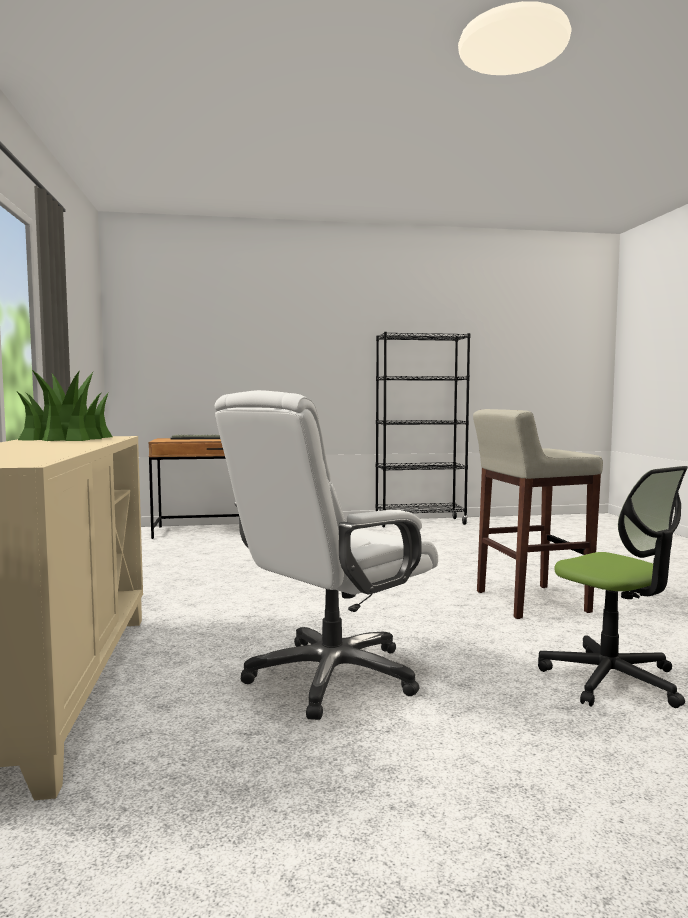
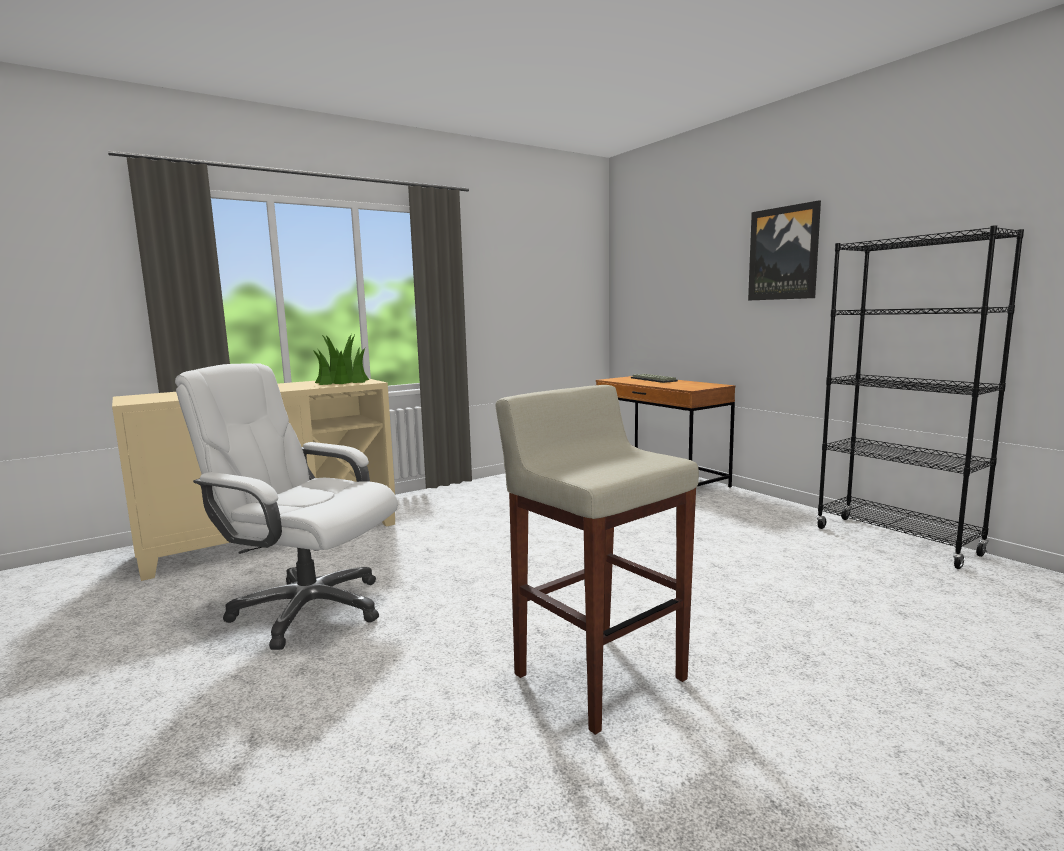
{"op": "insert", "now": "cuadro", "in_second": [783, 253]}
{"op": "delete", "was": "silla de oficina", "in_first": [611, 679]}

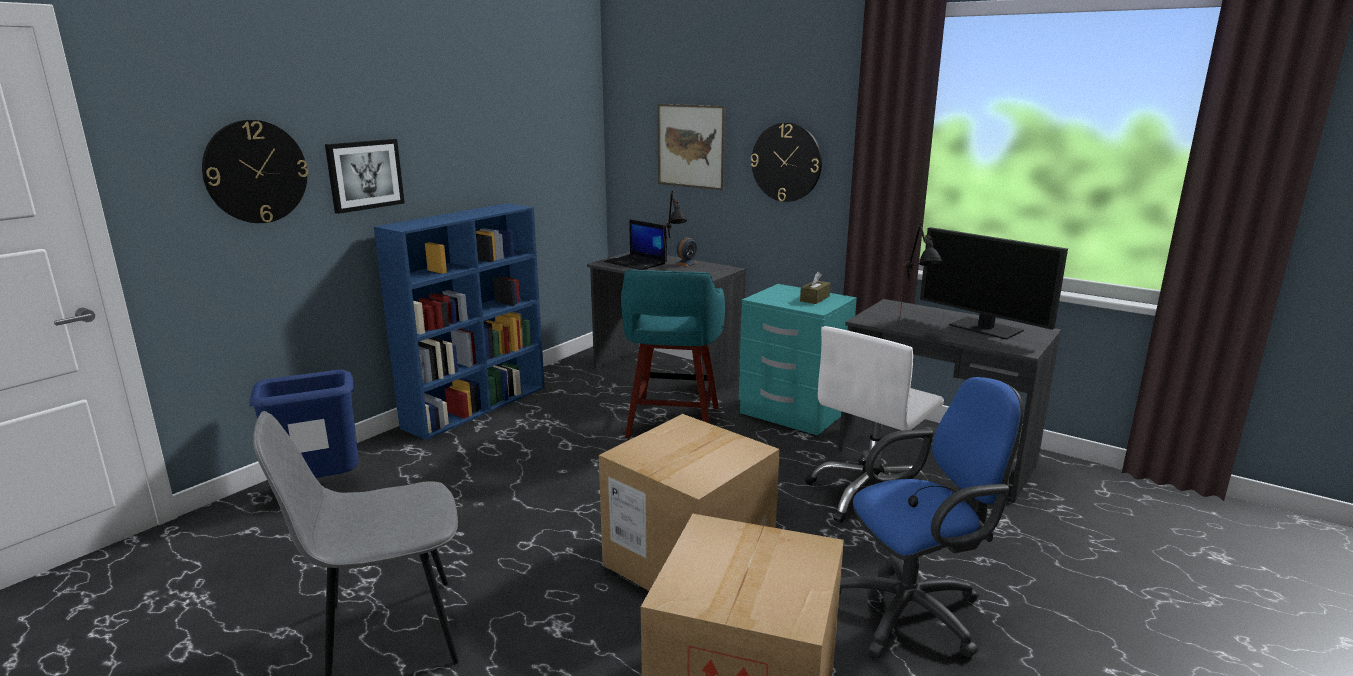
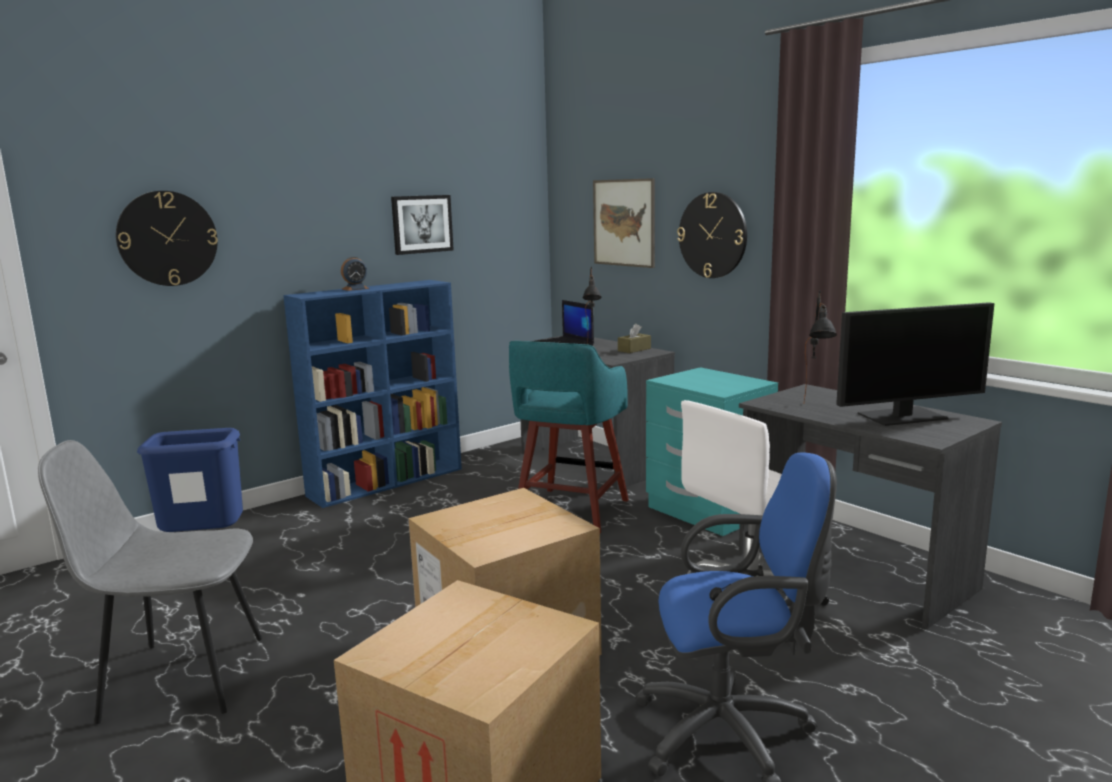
{"op": "move", "was": "despertador", "in_first": [686, 264], "in_second": [355, 289]}
{"op": "move", "was": "cuadro", "in_first": [364, 175], "in_second": [421, 224]}
{"op": "move", "was": "caja de pañuelos [marrón]", "in_first": [814, 298], "in_second": [634, 349]}
{"op": "rotate", "was": "monitor", "in_first": [986, 328], "in_second": [903, 416], "clockwise": -75}

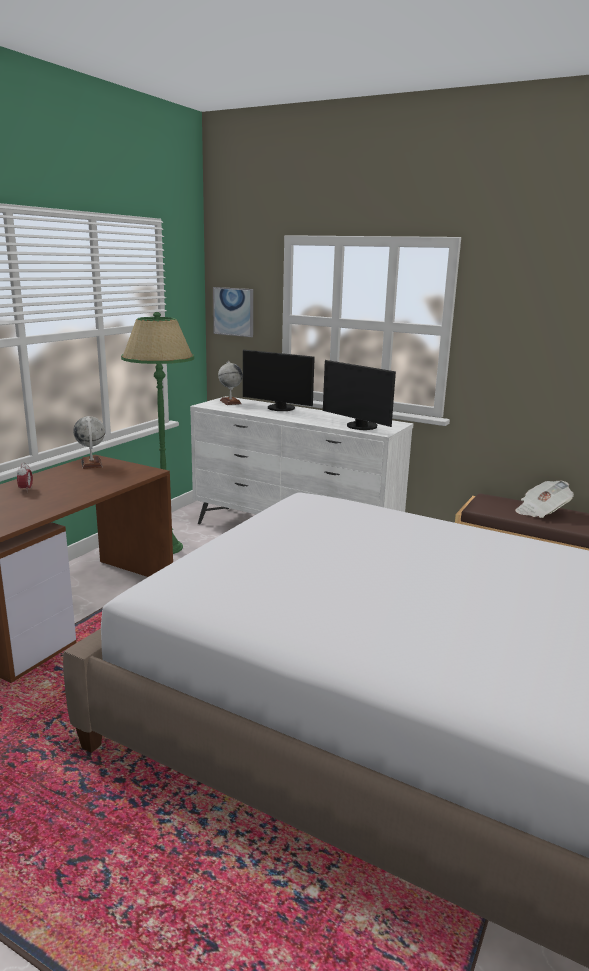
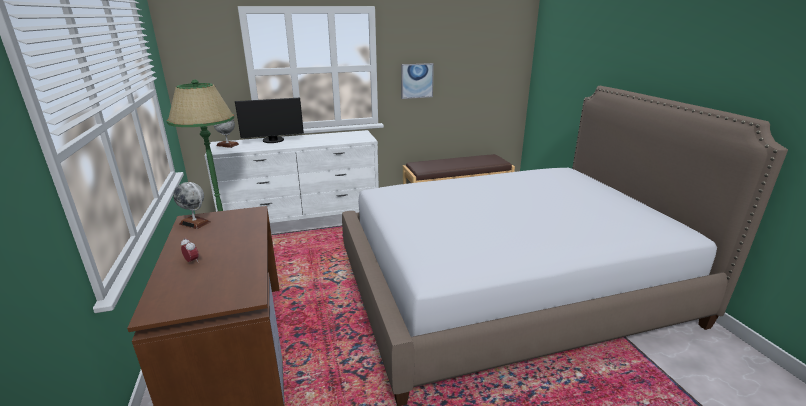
{"op": "move", "was": "cuadro", "in_first": [233, 311], "in_second": [416, 81]}
{"op": "delete", "was": "monitor", "in_first": [359, 427]}
{"op": "delete", "was": "periódico", "in_first": [541, 512]}

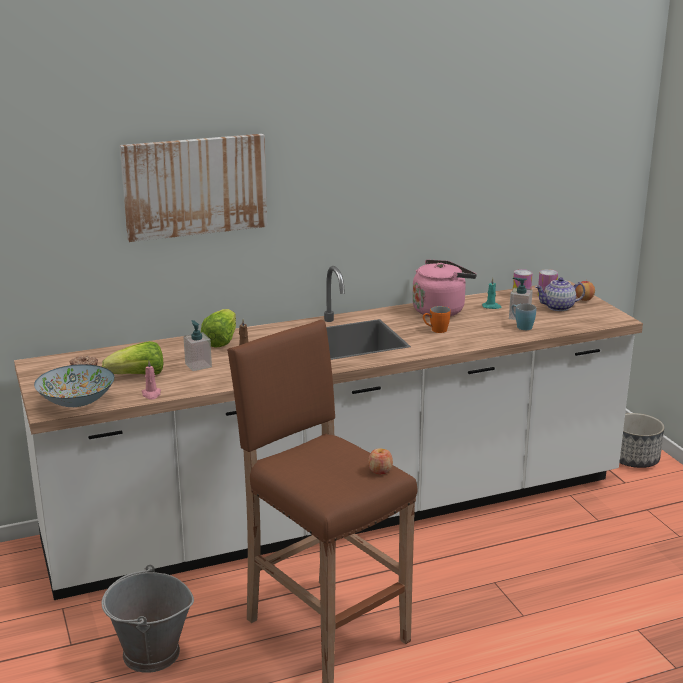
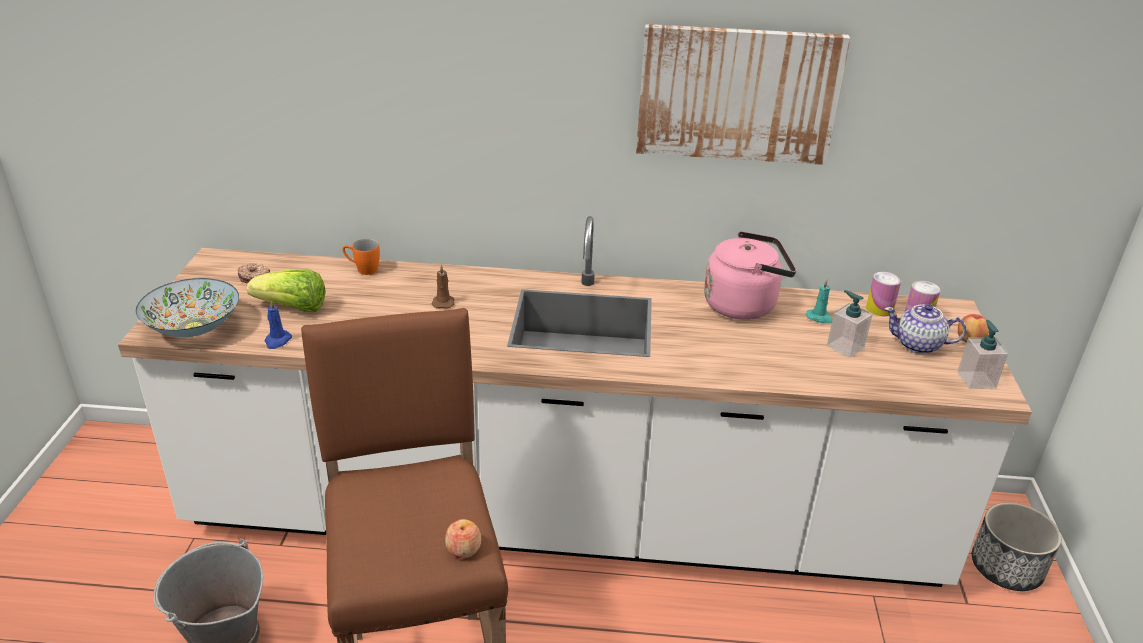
{"op": "recolor", "was": "vela [rosa]", "now": "vela [azul]", "in_first": [151, 394], "in_second": [277, 341]}
{"op": "move", "was": "taza grande [naranja]", "in_first": [435, 330], "in_second": [362, 269]}
{"op": "move", "was": "cuadro", "in_first": [195, 186], "in_second": [737, 94]}
{"op": "move", "was": "dispensador de jabón", "in_first": [198, 365], "in_second": [976, 379]}
{"op": "delete", "was": "lechuga", "in_first": [221, 340]}
{"op": "delete", "was": "taza grande [azul]", "in_first": [521, 326]}

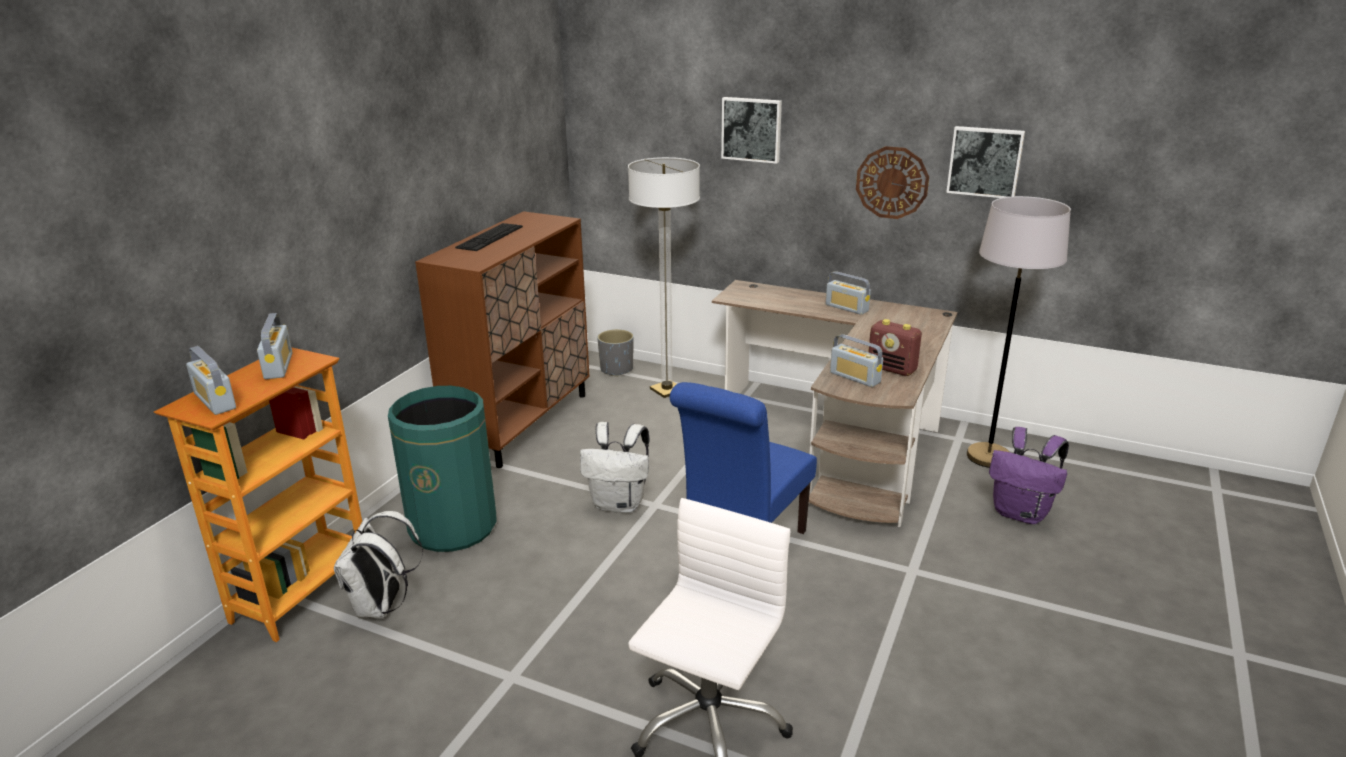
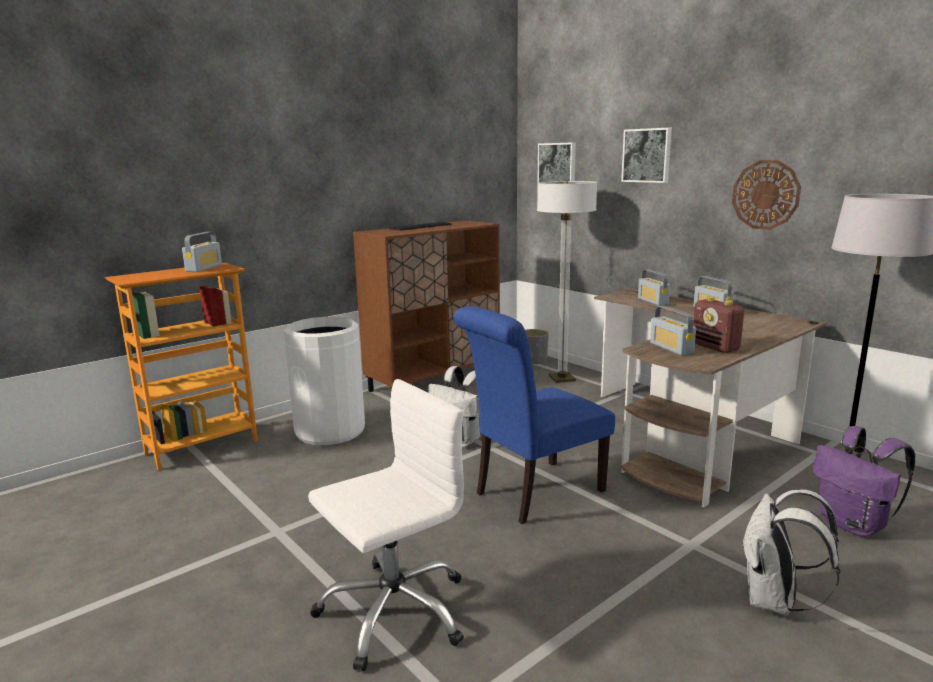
{"op": "recolor", "was": "papelera [verde]", "now": "papelera [blanco]", "in_first": [453, 526], "in_second": [330, 431]}
{"op": "move", "was": "cuadro", "in_first": [985, 161], "in_second": [557, 166]}
{"op": "move", "was": "radio", "in_first": [215, 401], "in_second": [653, 301]}
{"op": "move", "was": "mochila [blanco]", "in_first": [382, 607], "in_second": [775, 601]}

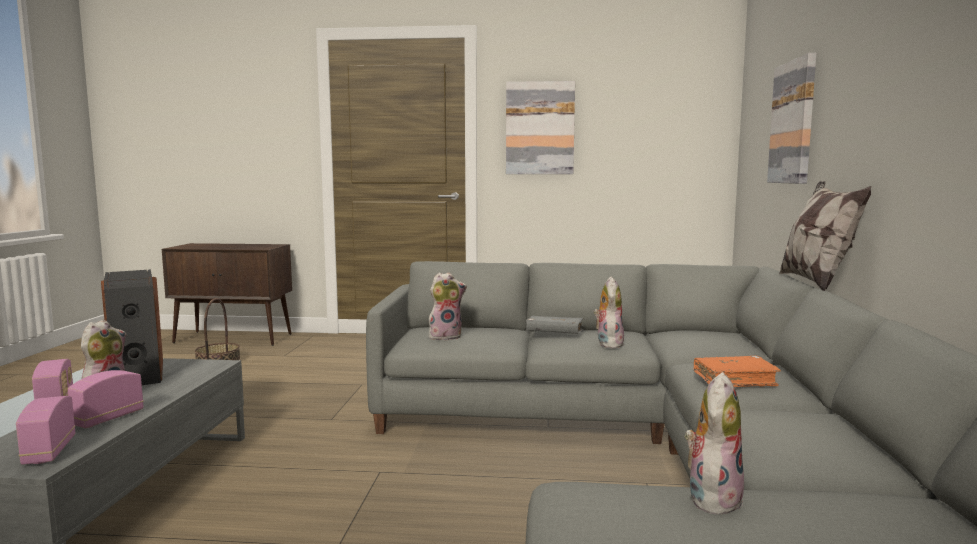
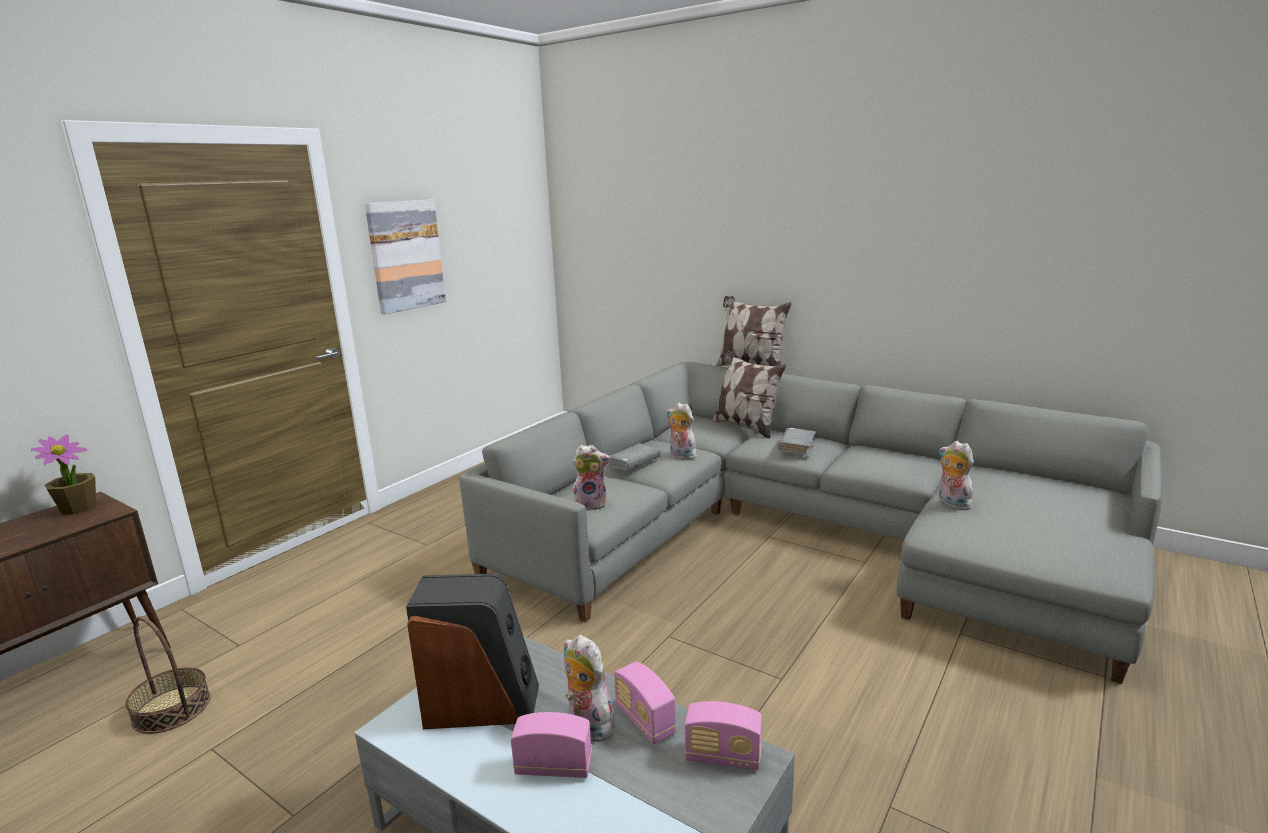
{"op": "insert", "now": "planta en maceta", "in_second": [78, 508]}
{"op": "rotate", "was": "peluche", "in_first": [446, 336], "in_second": [591, 504], "clockwise": 75}
{"op": "insert", "now": "cojín", "in_second": [745, 427]}
{"op": "recolor", "was": "libro [naranja]", "now": "libro [gris]", "in_first": [734, 380], "in_second": [796, 447]}
{"op": "delete", "was": "cuadro", "in_first": [793, 122]}

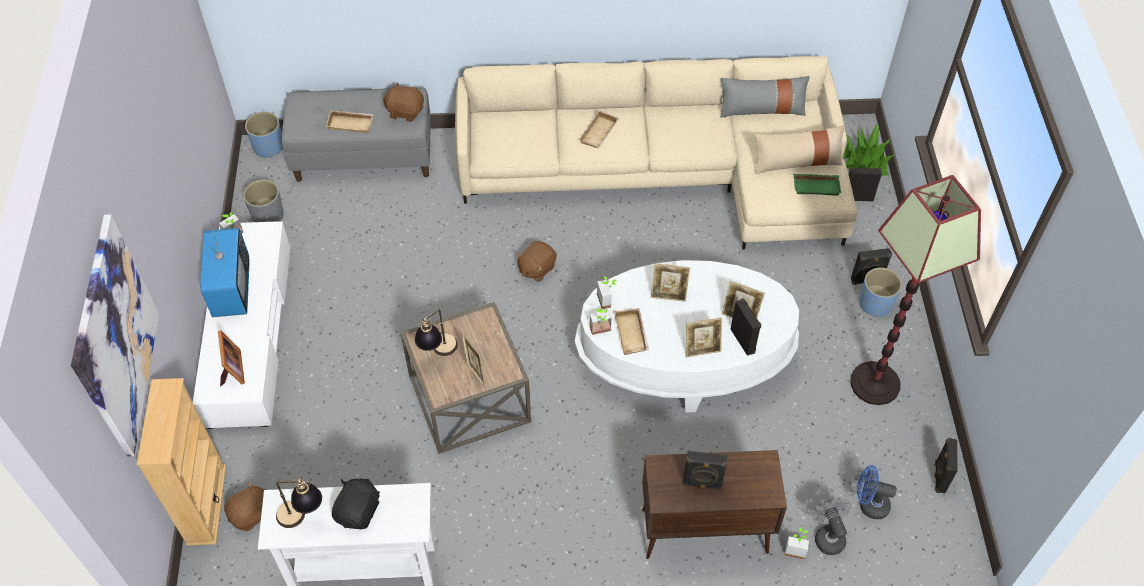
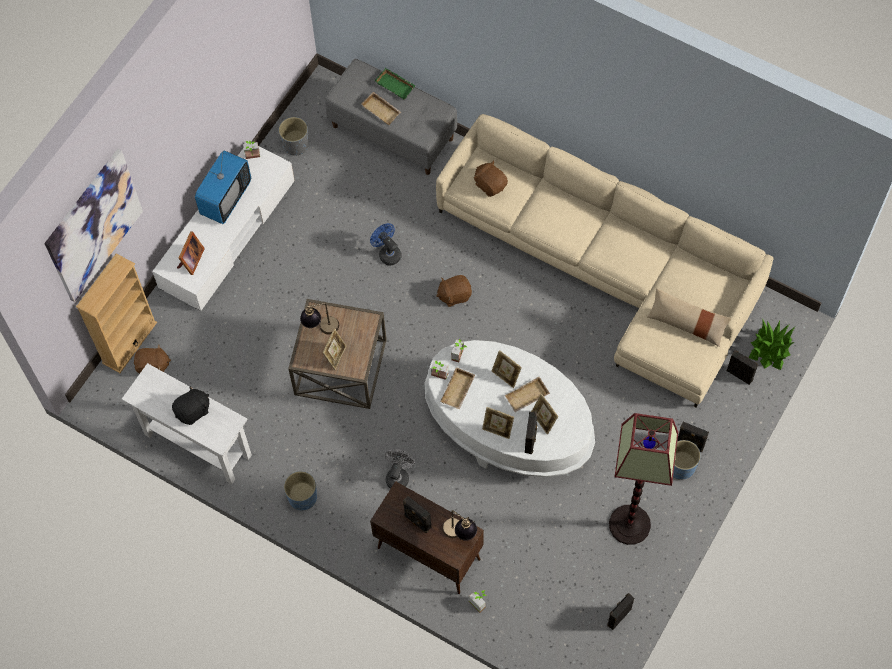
{"op": "move", "was": "maceta [azul]", "in_first": [268, 147], "in_second": [303, 497]}
{"op": "move", "was": "ventilador [azul]", "in_first": [869, 504], "in_second": [387, 253]}
{"op": "move", "was": "bandeja [verde]", "in_first": [816, 186], "in_second": [396, 85]}
{"op": "move", "was": "ventilador [gris]", "in_first": [827, 536], "in_second": [398, 476]}
{"op": "move", "was": "lámpara de mesa", "in_first": [302, 517], "in_second": [459, 534]}
{"op": "move", "was": "peluche [marrón]", "in_first": [405, 111], "in_second": [490, 184]}
{"op": "move", "was": "bandeja [beis]", "in_first": [599, 133], "in_second": [527, 397]}
{"op": "delete", "was": "cojín [gris]", "in_first": [762, 109]}

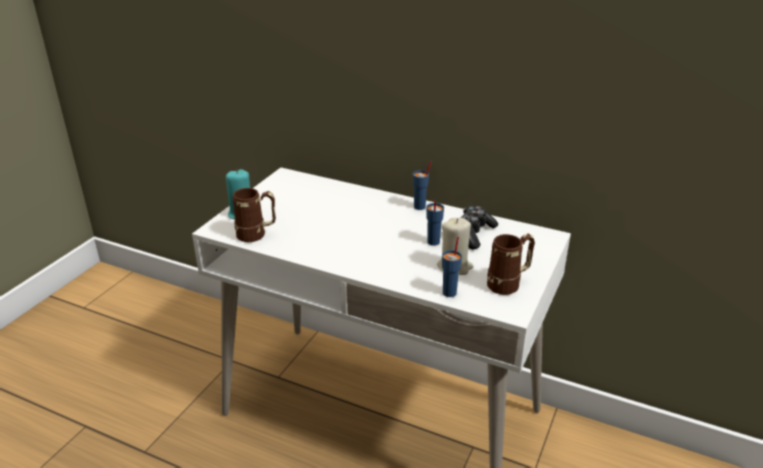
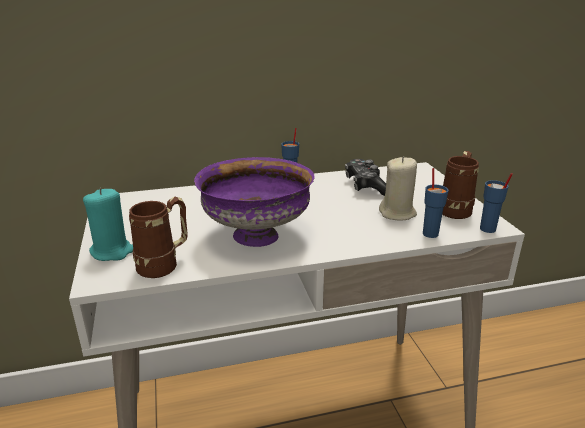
{"op": "insert", "now": "cuenco [morado]", "in_second": [255, 235]}
{"op": "move", "was": "taza [azul]", "in_first": [433, 242], "in_second": [488, 229]}

